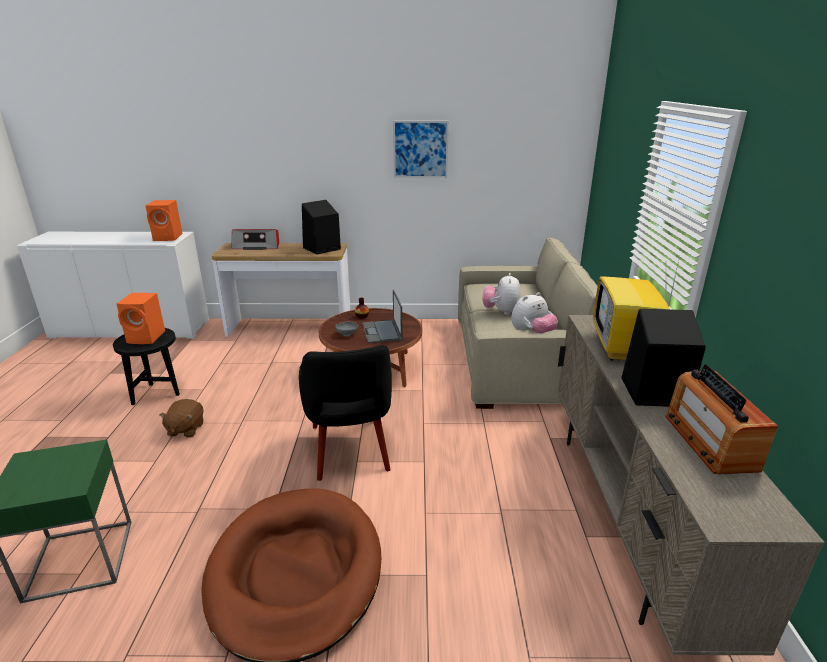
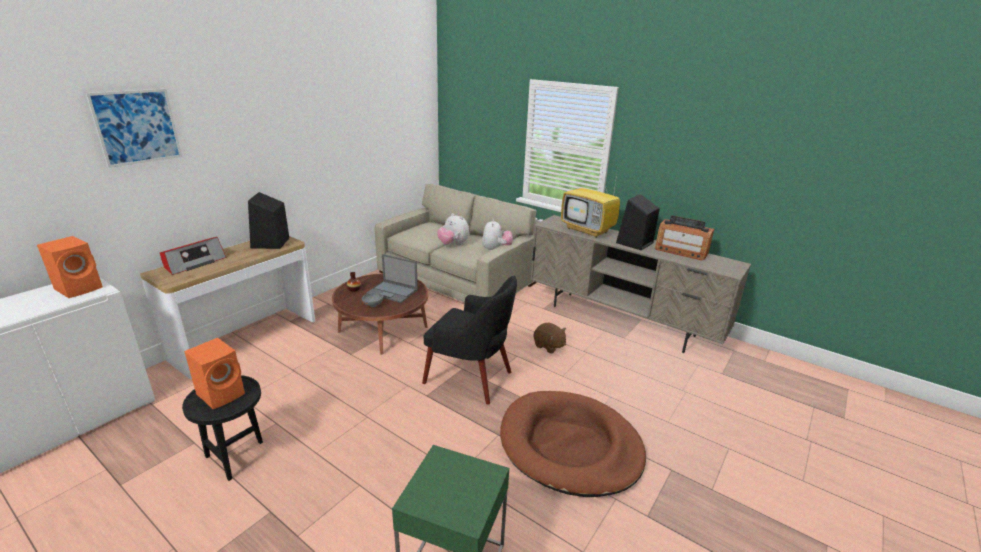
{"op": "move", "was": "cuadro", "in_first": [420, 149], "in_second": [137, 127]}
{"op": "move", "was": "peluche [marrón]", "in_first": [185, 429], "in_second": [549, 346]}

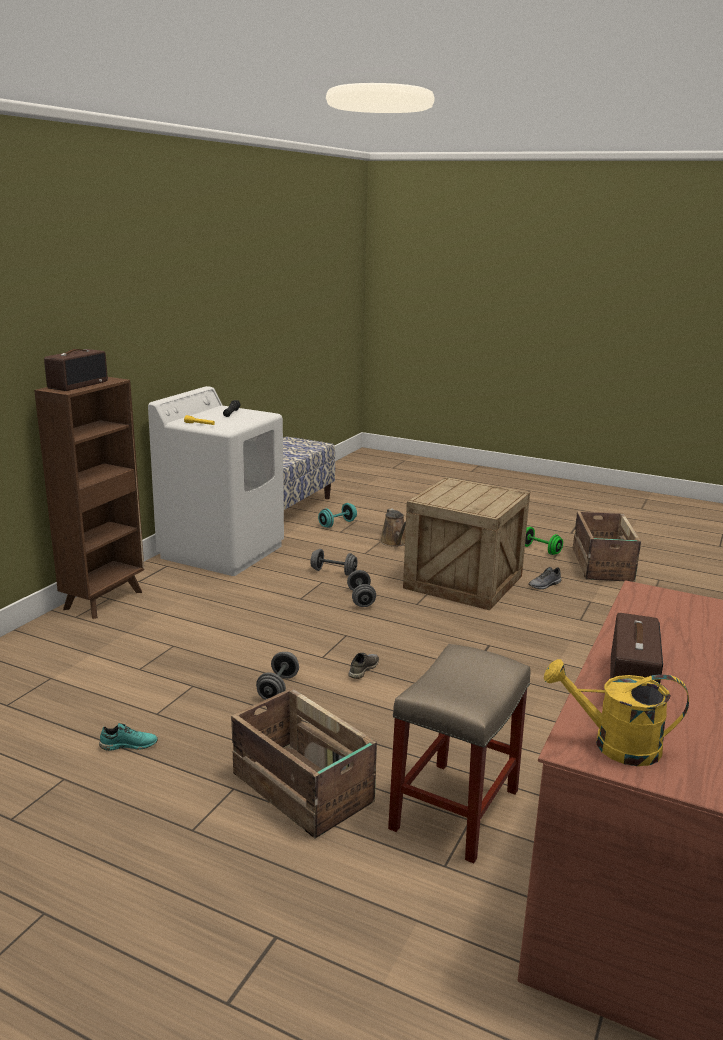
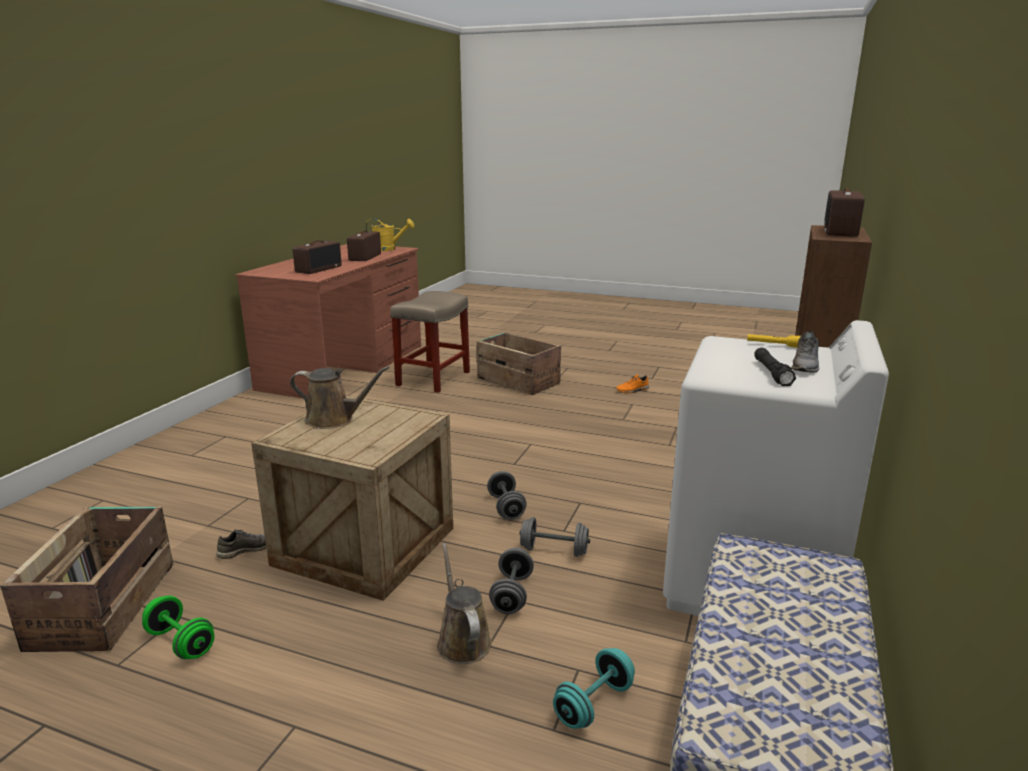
{"op": "insert", "now": "regadera [marrón]", "in_second": [334, 419]}
{"op": "insert", "now": "radio", "in_second": [318, 269]}
{"op": "move", "was": "mancuerna [gris]", "in_first": [278, 688], "in_second": [512, 594]}
{"op": "recolor", "was": "zapato [turquesa]", "now": "zapato [naranja]", "in_first": [129, 745], "in_second": [632, 391]}
{"op": "move", "was": "zapato [gris]", "in_first": [363, 669], "in_second": [805, 365]}

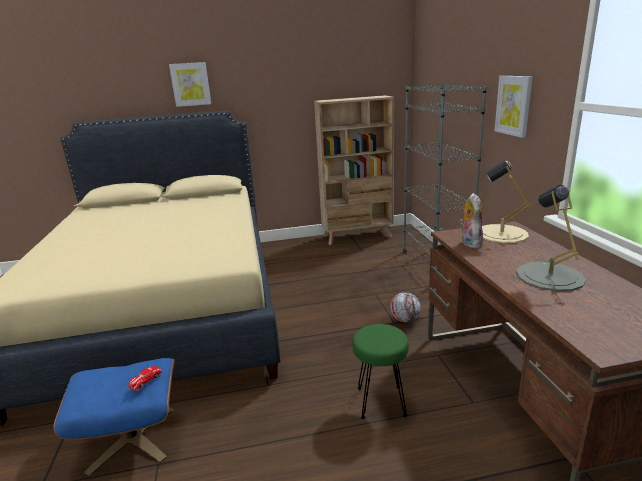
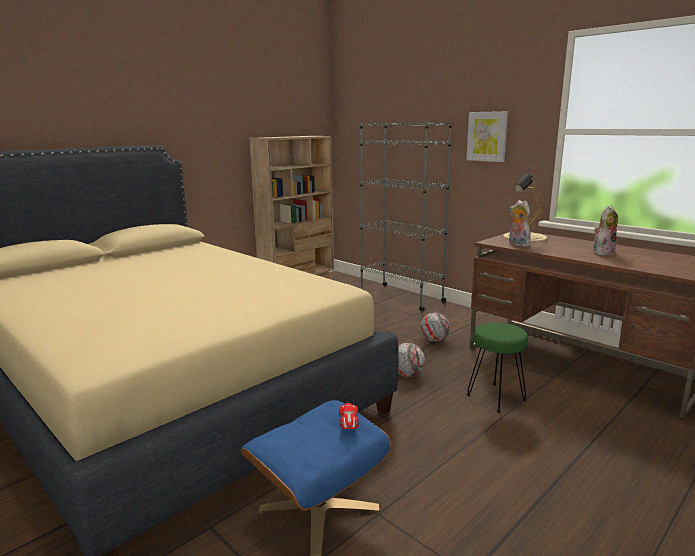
{"op": "insert", "now": "balón de fútbol", "in_second": [407, 375]}
{"op": "replace", "was": "lámpara de mesa [gris]", "now": "peluche", "in_first": [549, 276], "in_second": [602, 252]}
{"op": "delete", "was": "cuadro", "in_first": [190, 84]}

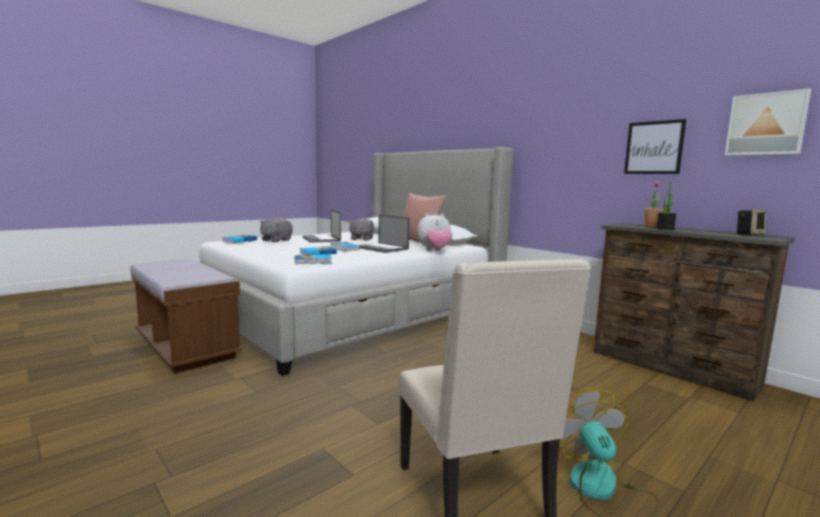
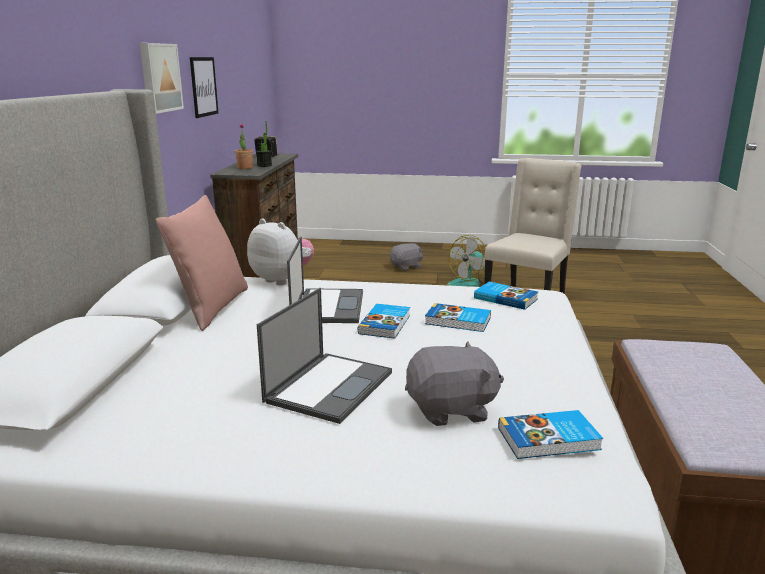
{"op": "move", "was": "cuadro", "in_first": [766, 124], "in_second": [159, 77]}
{"op": "move", "was": "peluche [gris]", "in_first": [361, 239], "in_second": [406, 267]}

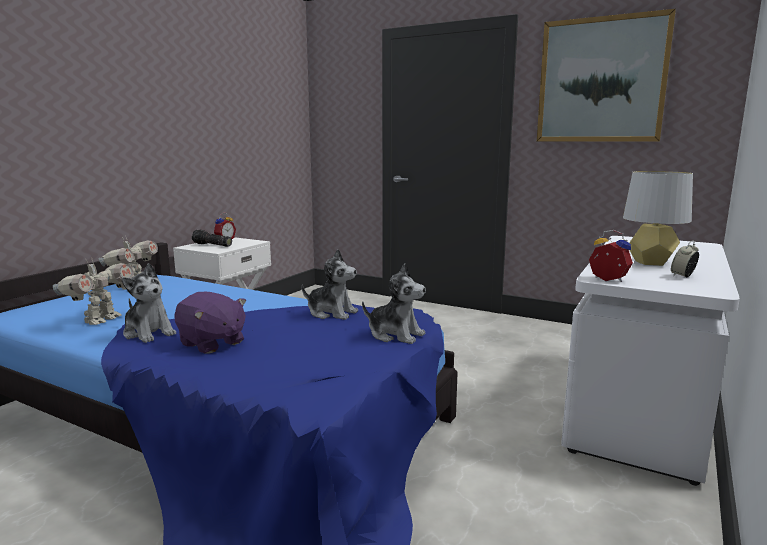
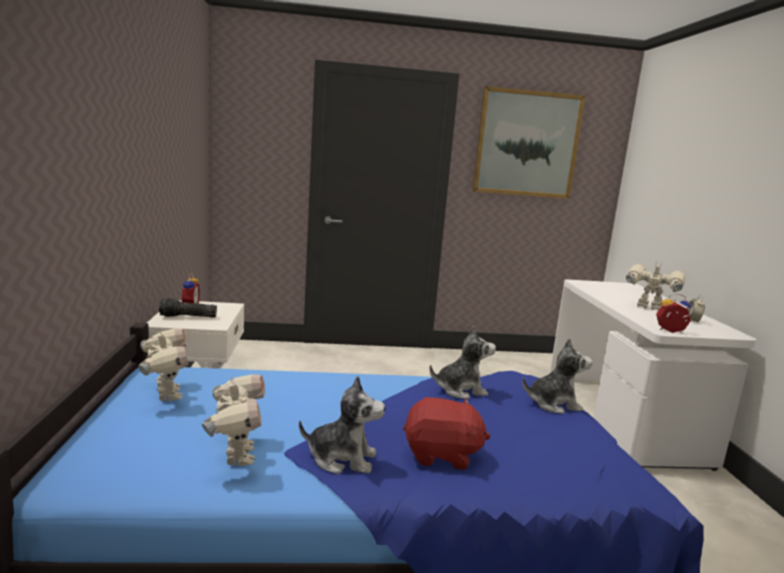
{"op": "recolor", "was": "peluche [morado]", "now": "peluche [rojo]", "in_first": [212, 343], "in_second": [441, 455]}
{"op": "replace", "was": "lámpara de mesa [gris]", "now": "robot de juguete", "in_first": [650, 262], "in_second": [649, 309]}

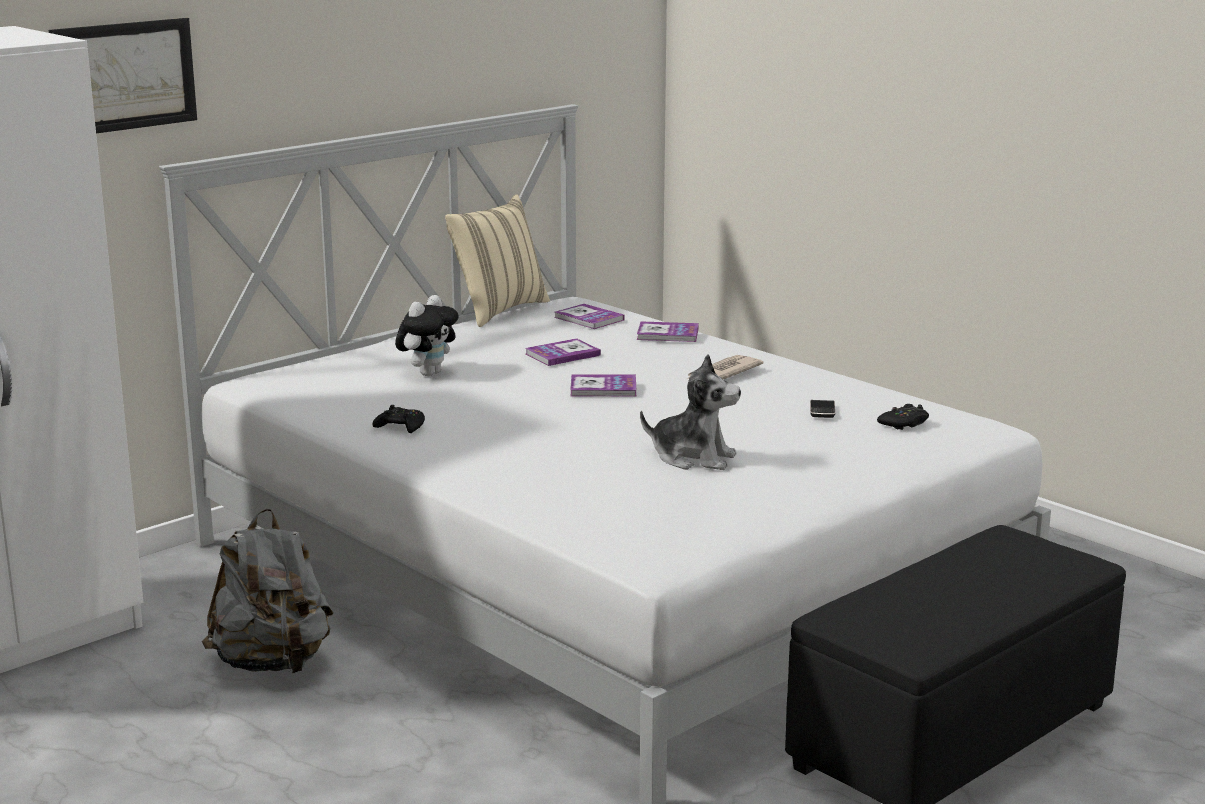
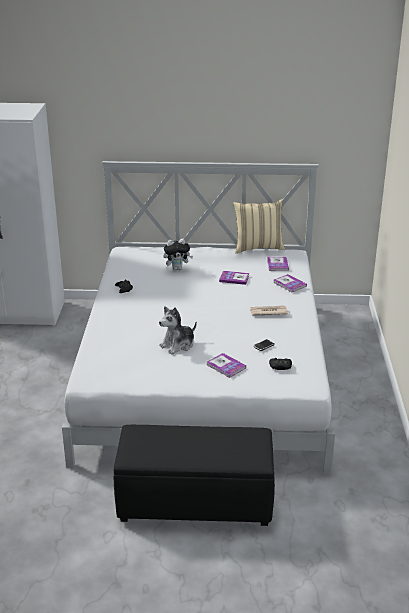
{"op": "rotate", "was": "peluche", "in_first": [693, 458], "in_second": [178, 345], "clockwise": 75}
{"op": "move", "was": "libro", "in_first": [603, 388], "in_second": [226, 366]}
{"op": "delete", "was": "cuadro", "in_first": [124, 76]}
{"op": "delete", "was": "mochila [gris]", "in_first": [273, 664]}

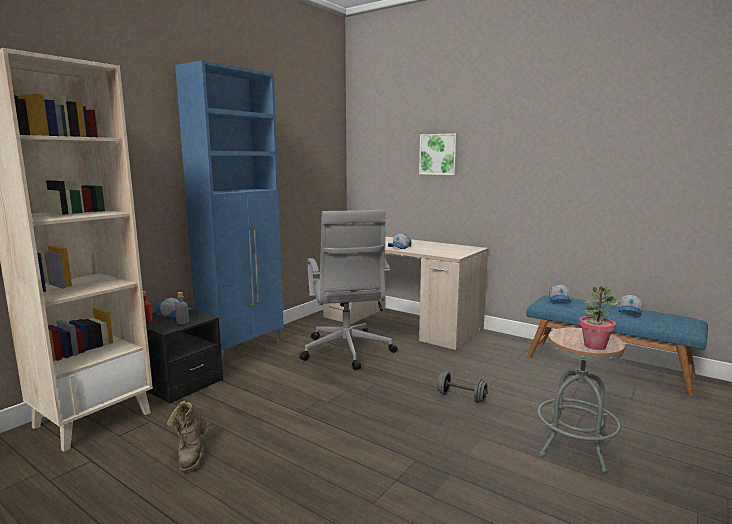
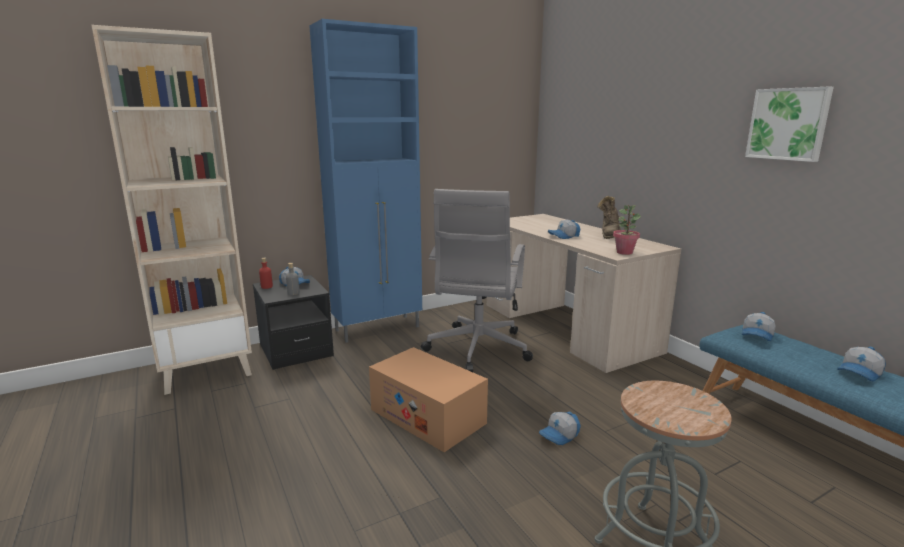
{"op": "insert", "now": "caja de cartón", "in_second": [427, 416]}
{"op": "replace", "was": "mancuerna [gris]", "now": "gorra", "in_first": [461, 397], "in_second": [560, 435]}
{"op": "move", "was": "bota [marrón]", "in_first": [191, 455], "in_second": [609, 235]}
{"op": "move", "was": "planta en maceta", "in_first": [594, 346], "in_second": [624, 252]}
{"op": "move", "was": "cuadro", "in_first": [439, 154], "in_second": [788, 124]}

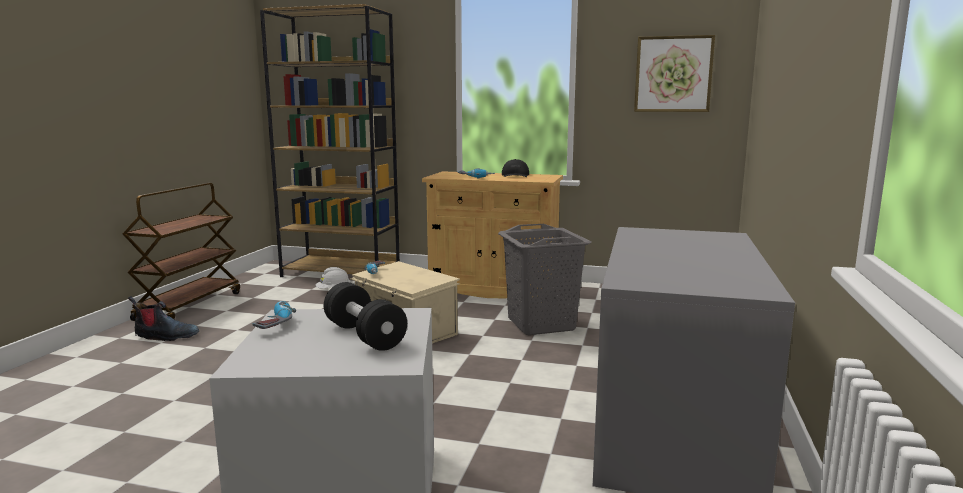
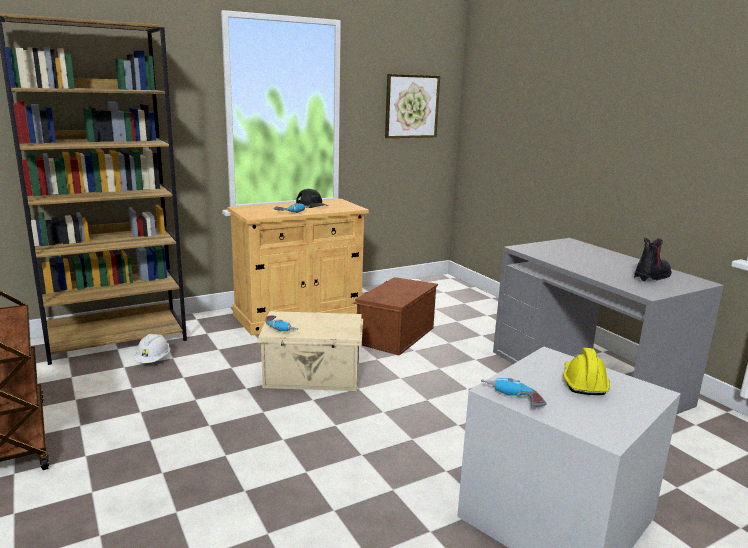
{"op": "replace", "was": "cesto de la ropa [gris]", "now": "caja de almacenaje [marrón]", "in_first": [541, 324], "in_second": [394, 335]}
{"op": "replace", "was": "mancuerna [negro]", "now": "casco [amarillo]", "in_first": [364, 335], "in_second": [583, 383]}
{"op": "move", "was": "bota", "in_first": [165, 336], "in_second": [652, 276]}

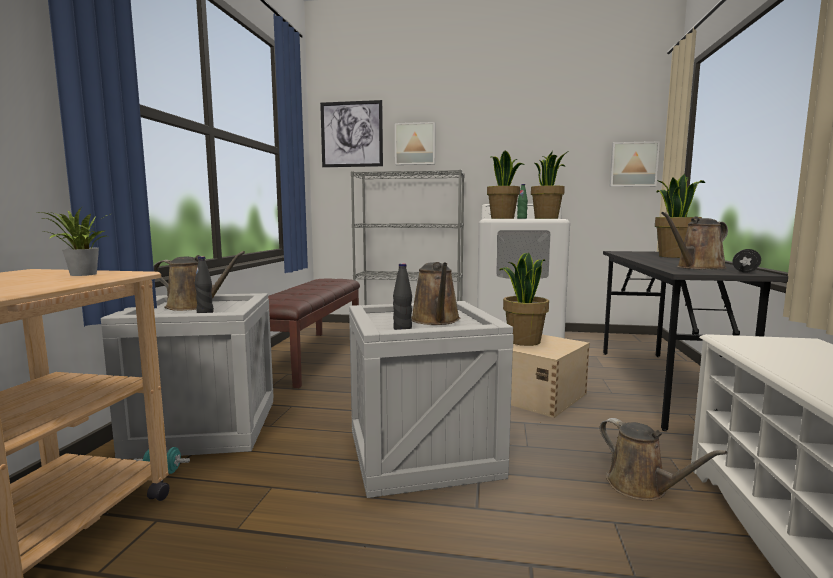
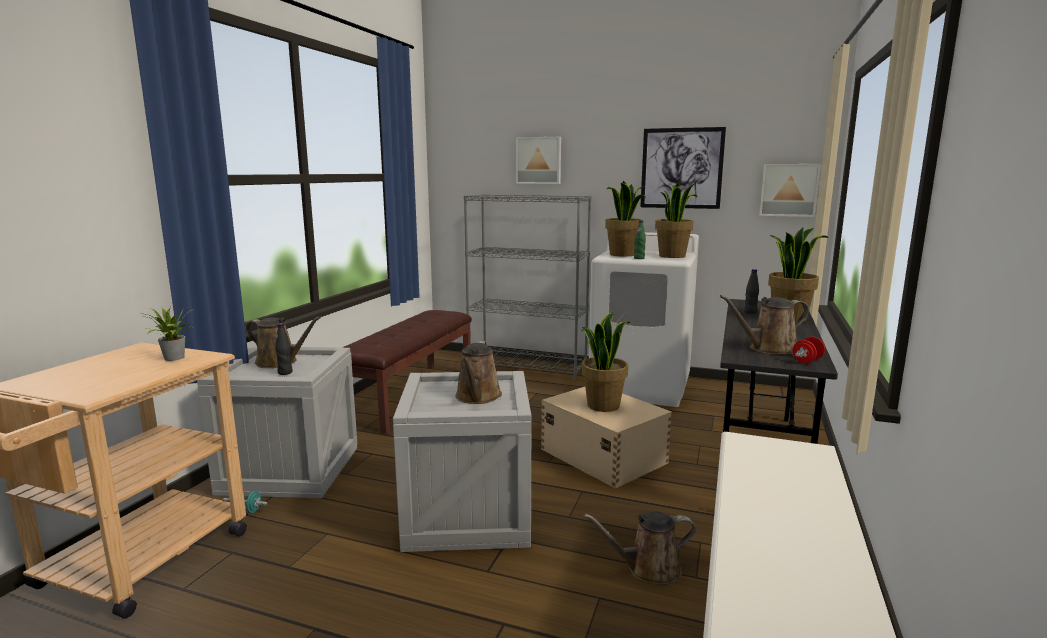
{"op": "rotate", "was": "regadera [marrón]", "in_first": [641, 487], "in_second": [648, 569], "clockwise": 105}
{"op": "move", "was": "cuadro", "in_first": [351, 134], "in_second": [681, 168]}
{"op": "move", "was": "botella [negro]", "in_first": [402, 329], "in_second": [750, 312]}
{"op": "recolor", "was": "mancuerna [negro]", "now": "mancuerna [rojo]", "in_first": [745, 271], "in_second": [807, 361]}

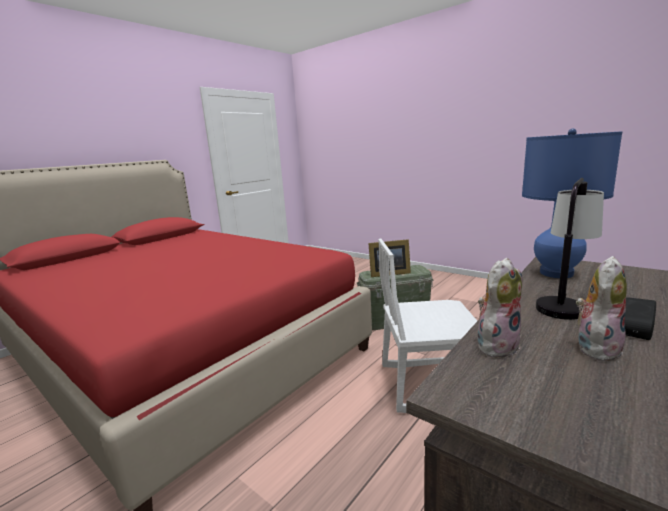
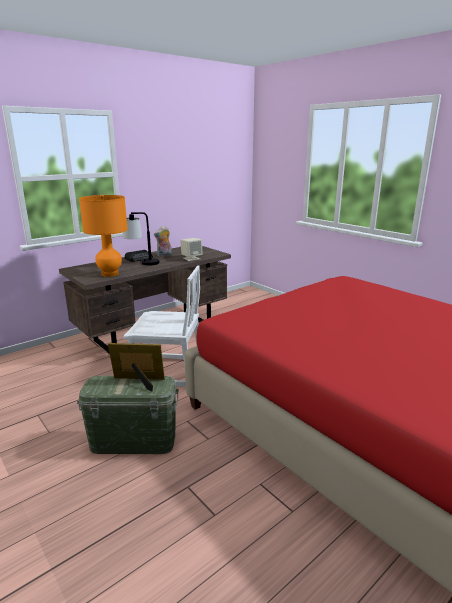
{"op": "recolor", "was": "lámpara de mesa [azul]", "now": "lámpara de mesa [naranja]", "in_first": [556, 273], "in_second": [110, 274]}
{"op": "replace", "was": "peluche", "now": "altavoz [beis]", "in_first": [496, 345], "in_second": [191, 258]}

